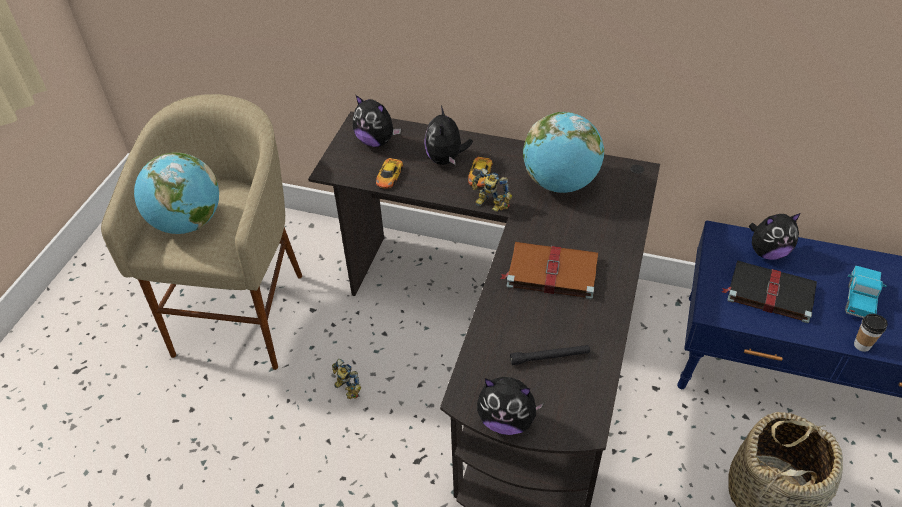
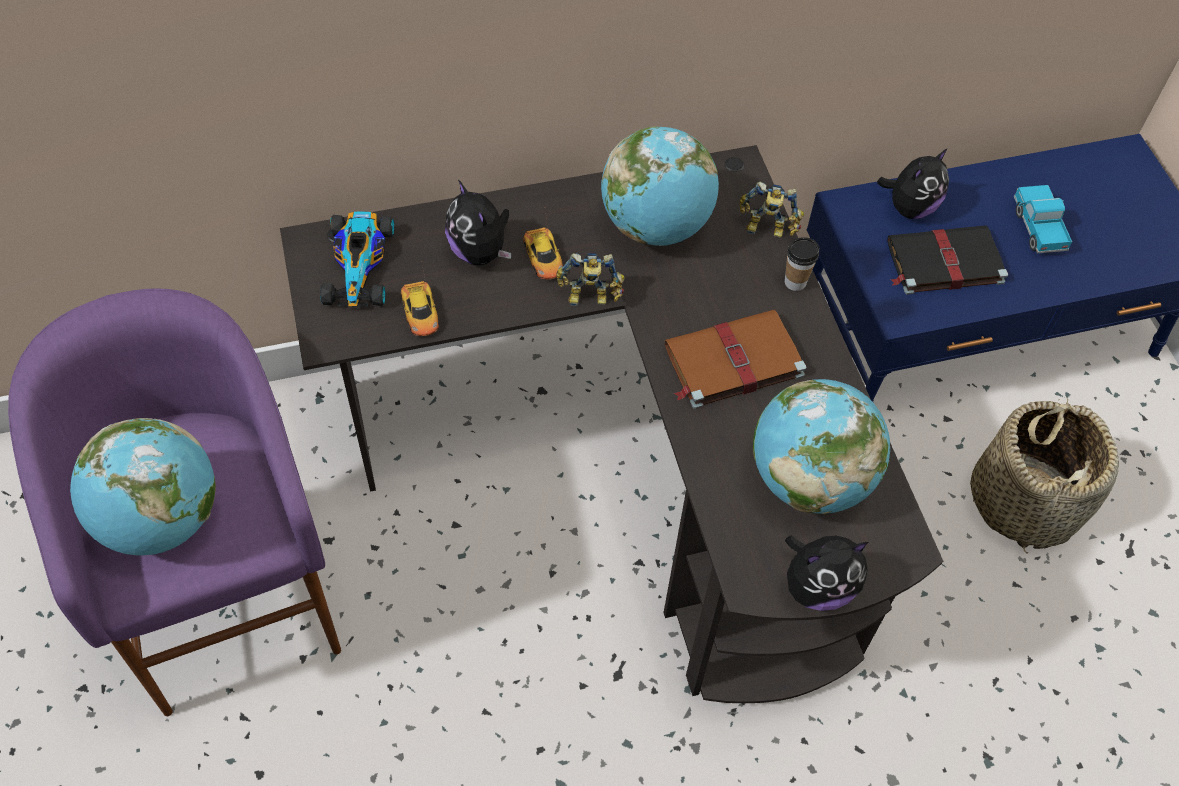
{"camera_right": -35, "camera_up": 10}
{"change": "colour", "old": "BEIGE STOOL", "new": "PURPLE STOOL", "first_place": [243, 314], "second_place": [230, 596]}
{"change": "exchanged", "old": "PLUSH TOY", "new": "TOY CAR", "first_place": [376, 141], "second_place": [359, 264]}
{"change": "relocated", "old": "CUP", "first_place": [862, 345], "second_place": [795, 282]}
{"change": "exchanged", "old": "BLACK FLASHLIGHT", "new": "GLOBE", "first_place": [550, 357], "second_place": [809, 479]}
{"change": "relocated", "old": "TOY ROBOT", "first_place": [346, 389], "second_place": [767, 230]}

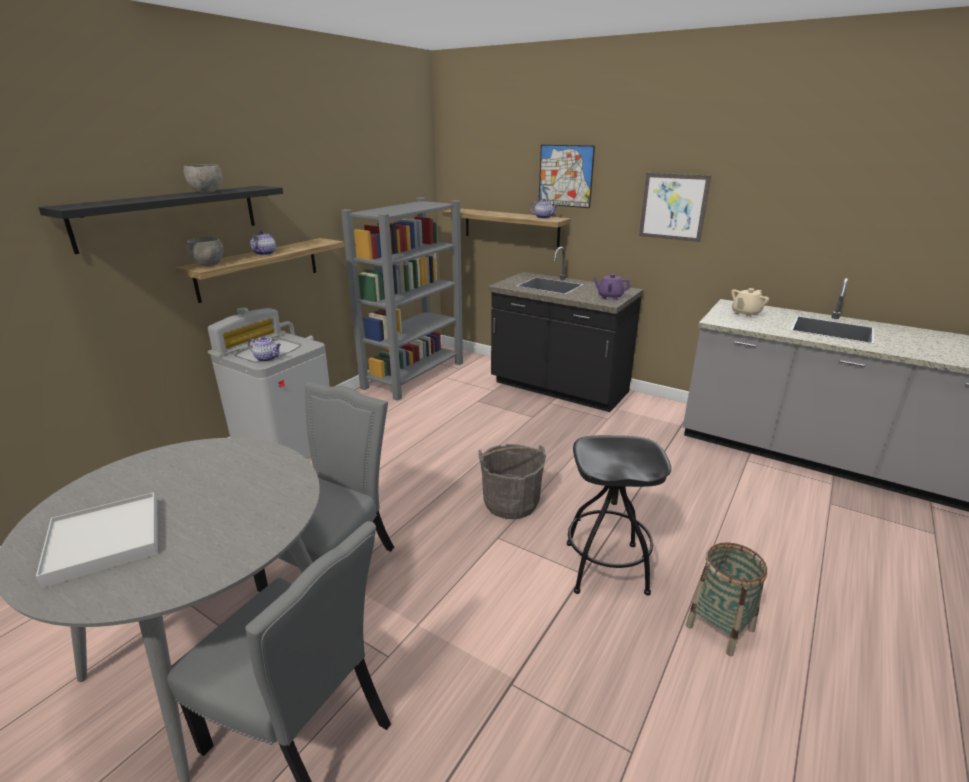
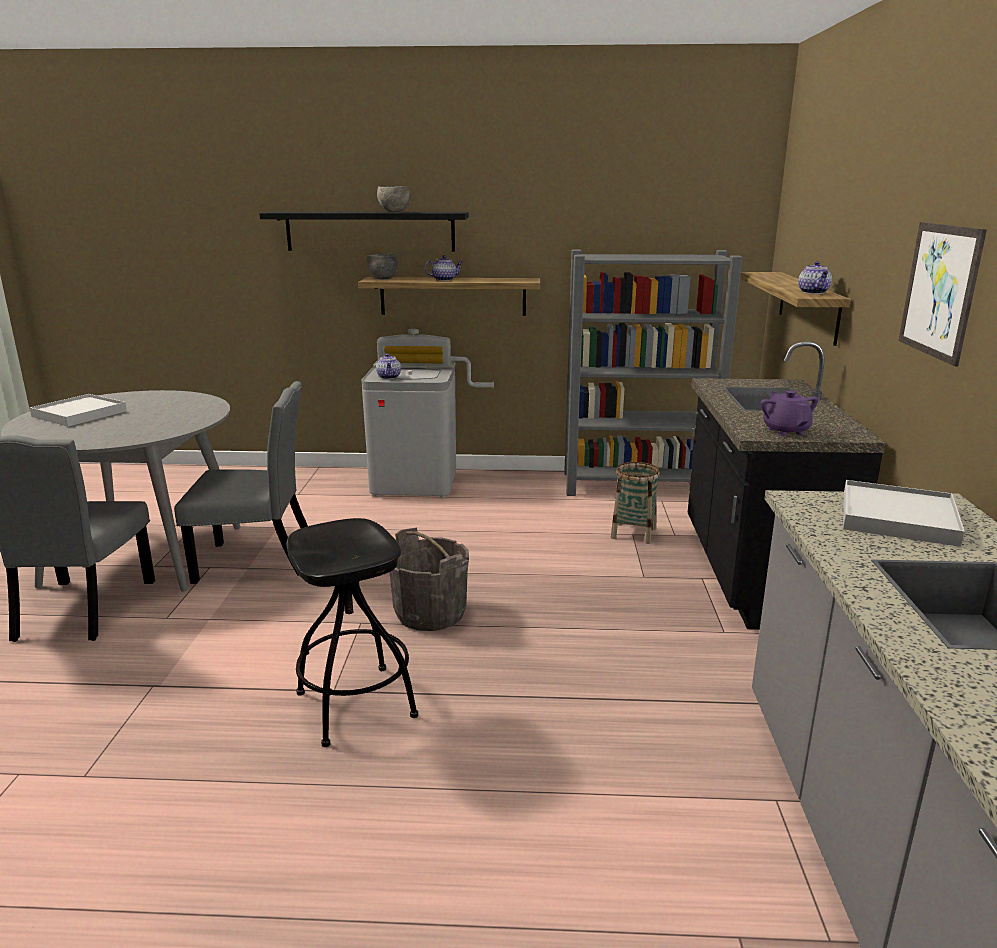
{"camera_right": 60, "camera_up": -5}
{"change": "missing", "old": "PICTURE", "first_place": [565, 176]}
{"change": "exchanged", "old": "BEIGE TEAPOT", "new": "WHITE TRAY", "first_place": [745, 314], "second_place": [898, 518]}
{"change": "relocated", "old": "BASKET", "first_place": [720, 628], "second_place": [633, 533]}

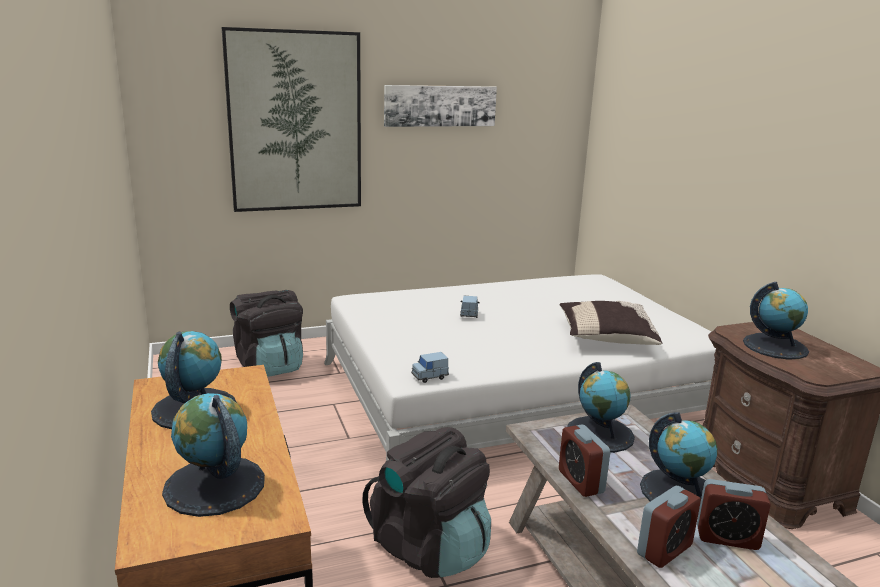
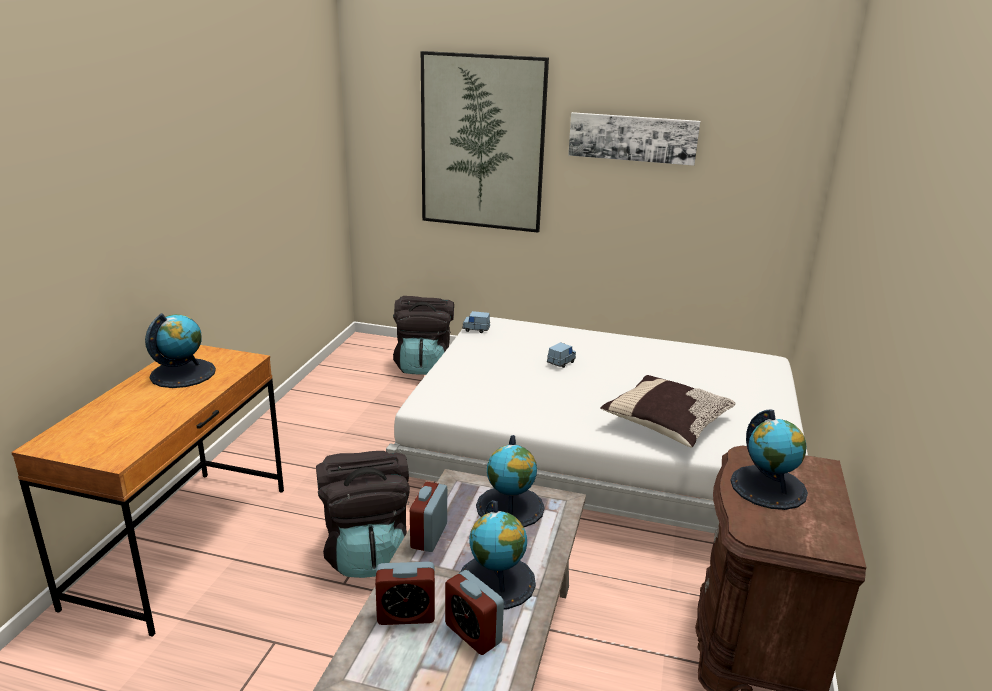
{"camera_right": 35, "camera_up": 5}
{"change": "relocated", "old": "BLUE TOY CAR", "first_place": [429, 376], "second_place": [476, 329]}
{"change": "missing", "old": "GLOBE", "first_place": [214, 485]}

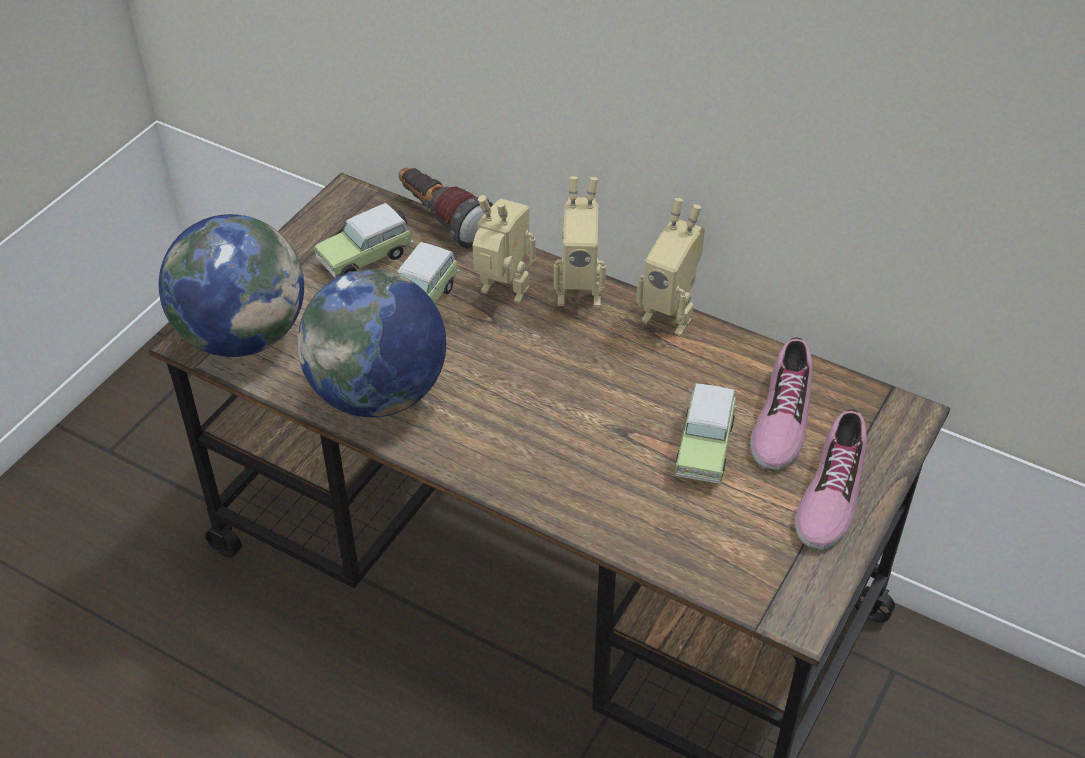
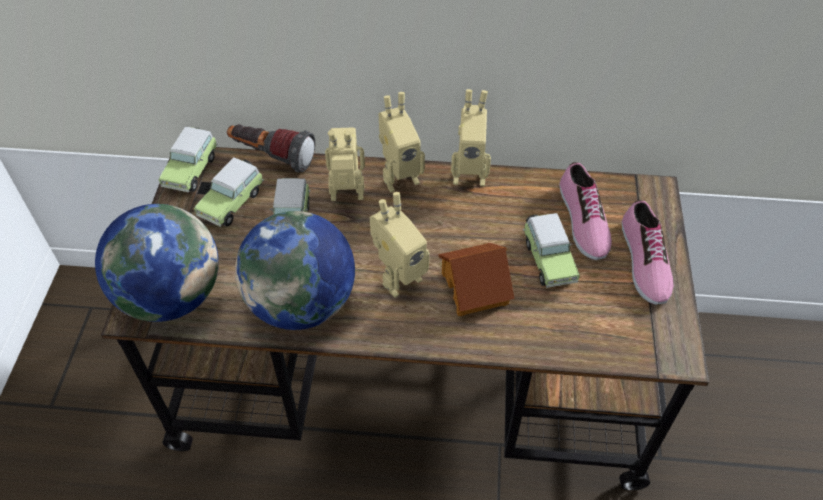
{"camera_right": -25, "camera_up": 5}
{"change": "appeared", "new": "TOY CAR", "second_place": [192, 169]}
{"change": "appeared", "new": "TOY ROBOT", "second_place": [398, 278]}
{"change": "appeared", "new": "TOY HOUSE", "second_place": [475, 287]}

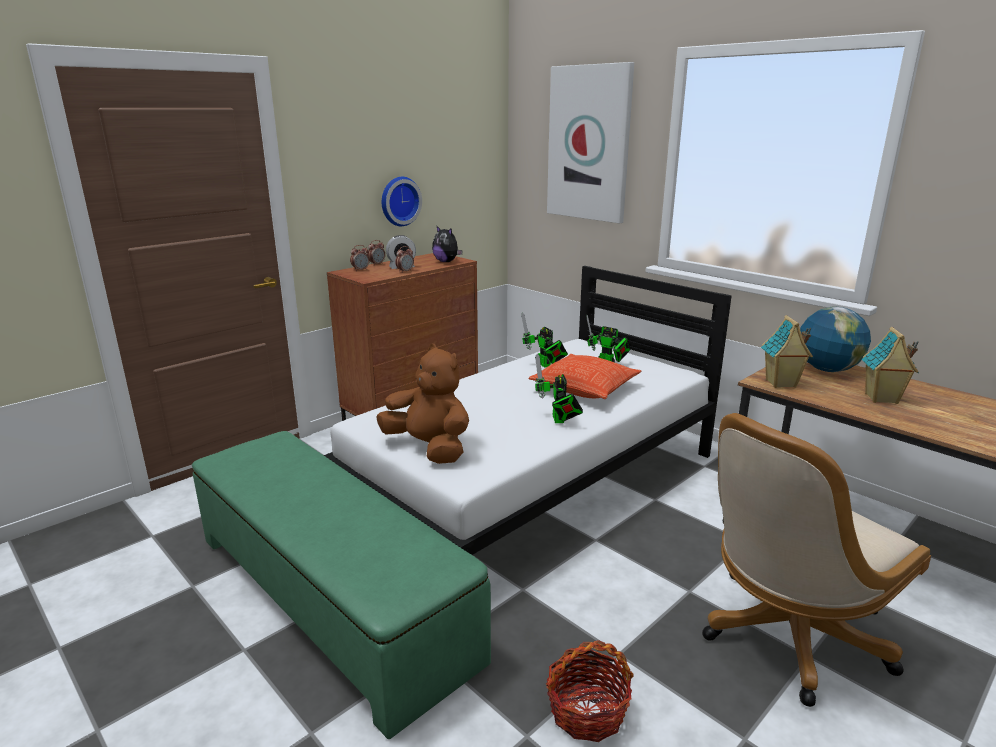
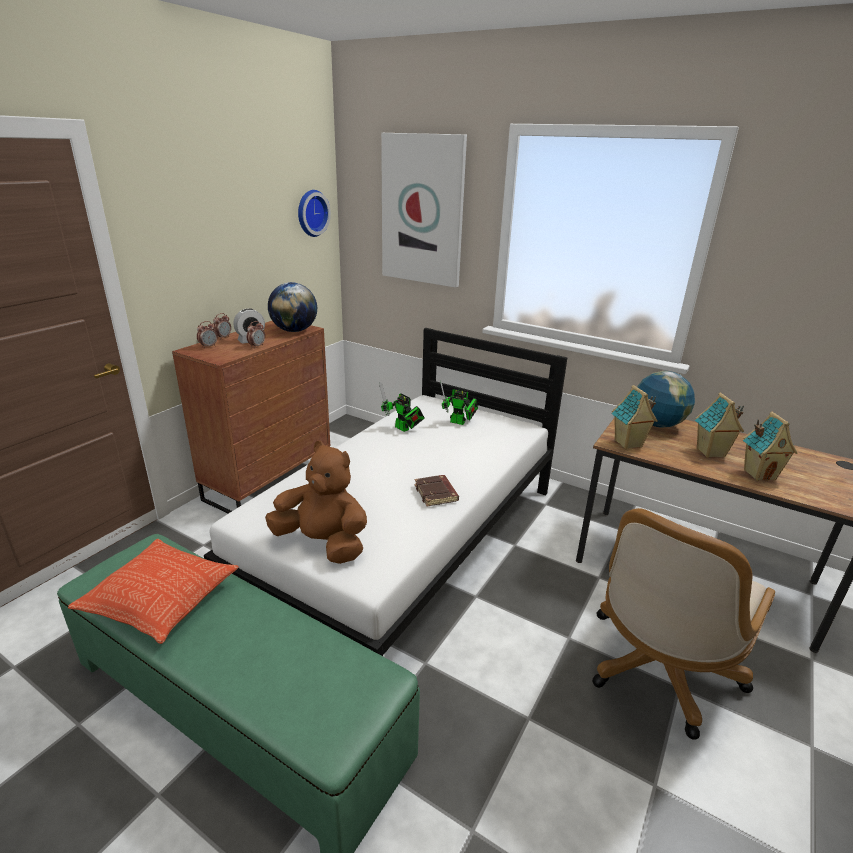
{"camera_right": -15, "camera_up": 5}
{"change": "relocated", "old": "WALL CLOCK", "first_place": [399, 201], "second_place": [311, 213]}
{"change": "exchanged", "old": "PLUSH TOY", "new": "GLOBE", "first_place": [446, 262], "second_place": [294, 331]}
{"change": "relocated", "old": "ORANGE PILLOW", "first_place": [585, 389], "second_place": [162, 601]}
{"change": "exchanged", "old": "TOY ROBOT", "new": "BROWN BOOK", "first_place": [558, 420], "second_place": [436, 494]}
{"change": "missing", "old": "BASKET", "first_place": [587, 711]}
{"change": "appeared", "new": "TOY HOUSE", "second_place": [759, 474]}

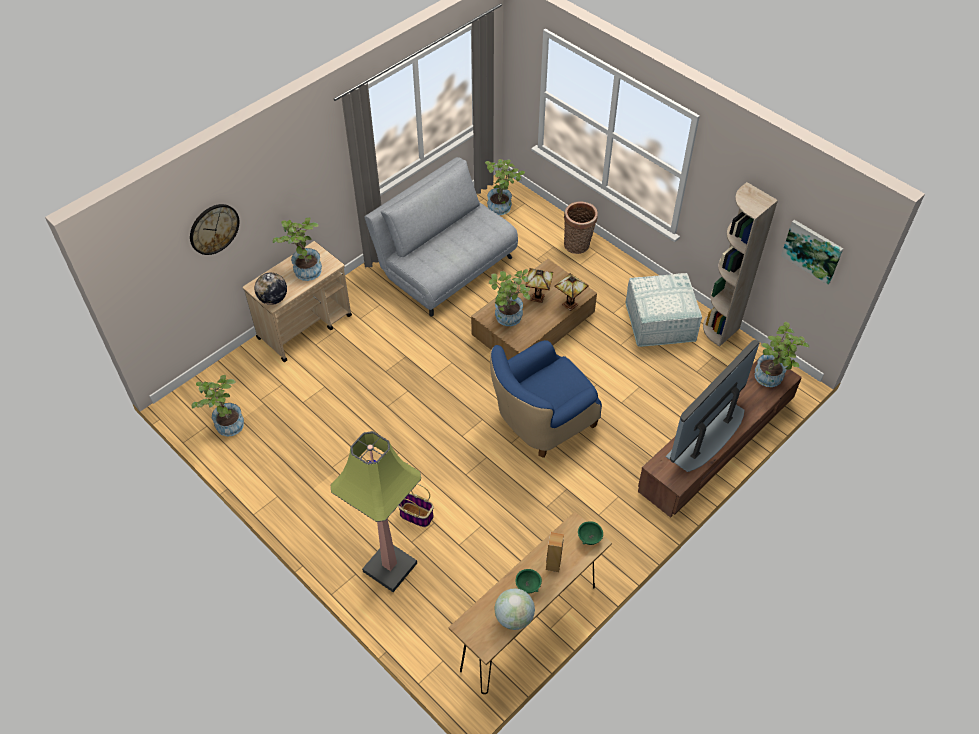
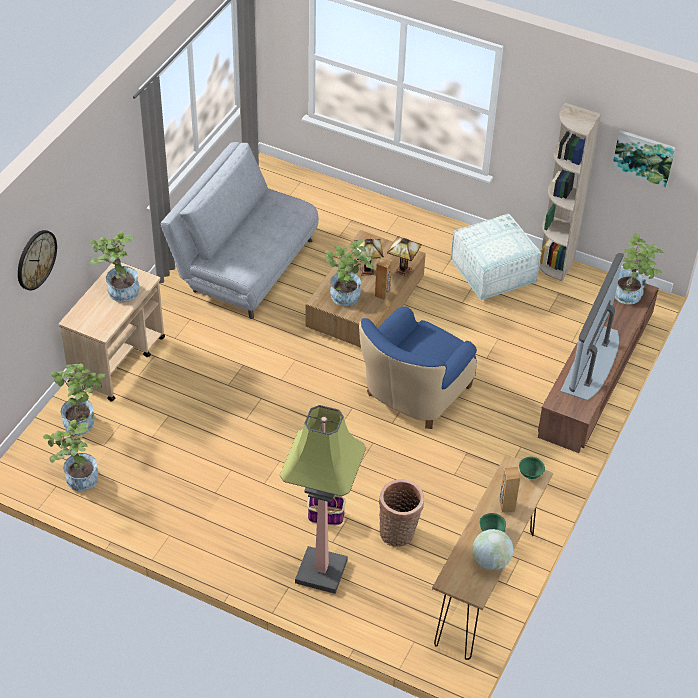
{"camera_right": -20, "camera_up": -5}
{"change": "relocated", "old": "POTTED PLANT", "first_place": [502, 206], "second_place": [83, 420]}
{"change": "relocated", "old": "BASKET", "first_place": [578, 246], "second_place": [399, 534]}
{"change": "missing", "old": "GLOBE", "first_place": [273, 299]}
{"change": "appeared", "new": "BROWN SPEAKER", "second_place": [382, 294]}

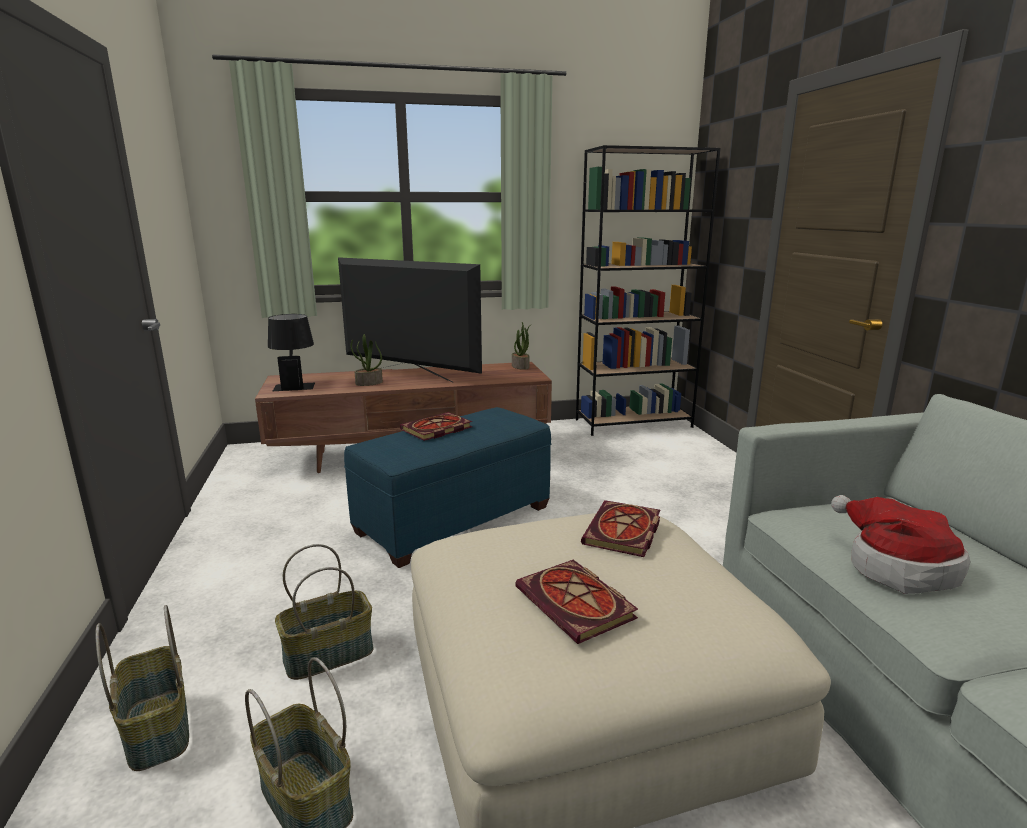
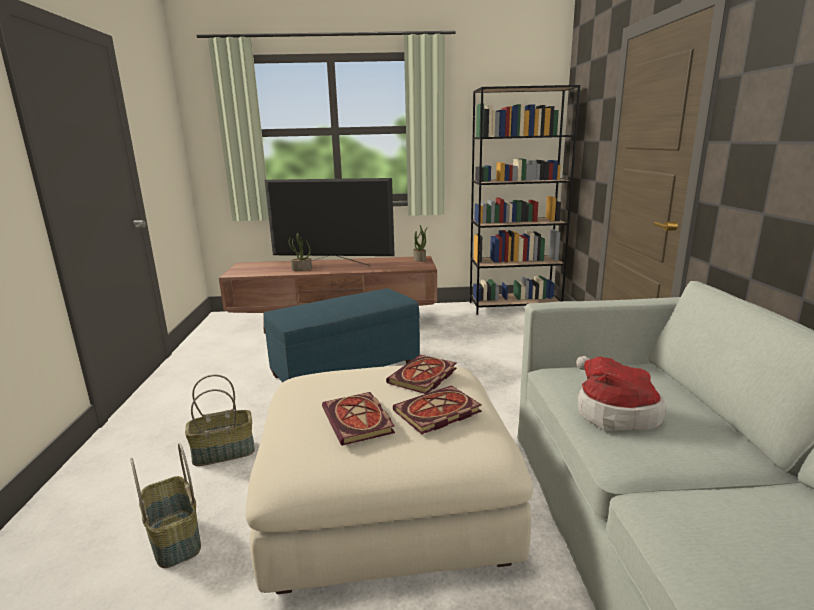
{"camera_right": 10, "camera_up": 0}
{"change": "spun", "old": "TELEVISION", "first_place": [409, 376], "second_place": [333, 265], "degrees": 150}
{"change": "missing", "old": "BLACK TABLE LAMP", "first_place": [294, 384]}
{"change": "relocated", "old": "BOOK", "first_place": [436, 429], "second_place": [436, 413]}
{"change": "missing", "old": "BASKET", "first_place": [155, 729]}

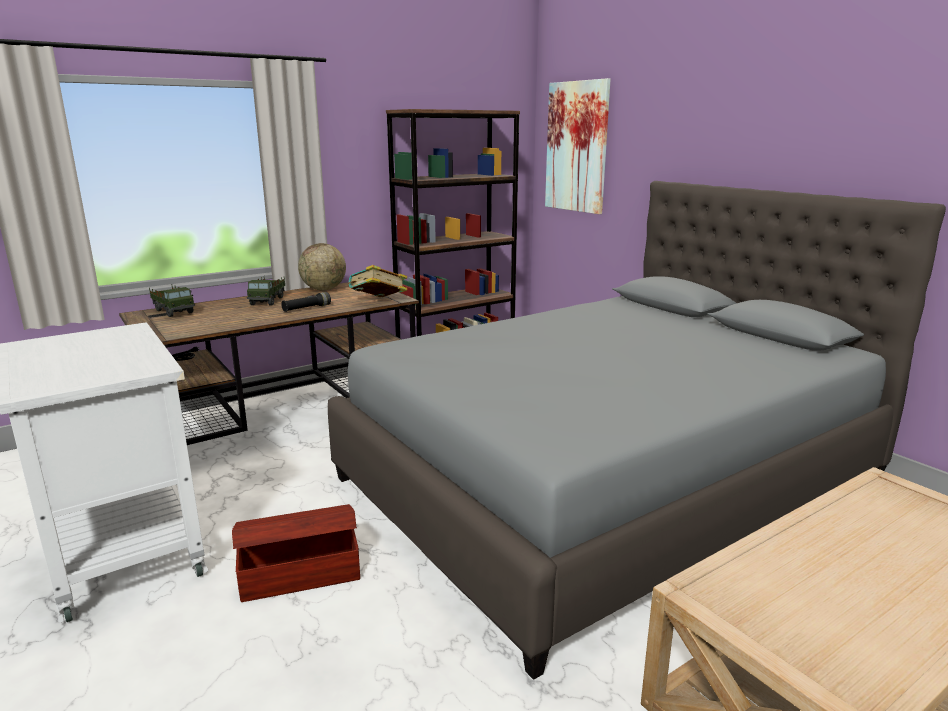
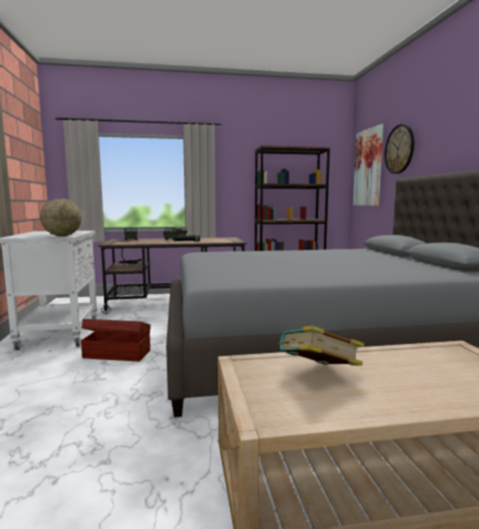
{"camera_right": 25, "camera_up": -10}
{"change": "relocated", "old": "GLOBE", "first_place": [324, 289], "second_place": [62, 236]}
{"change": "relocated", "old": "BOOK", "first_place": [378, 302], "second_place": [318, 374]}
{"change": "appeared", "new": "WALL CLOCK", "second_place": [399, 149]}

